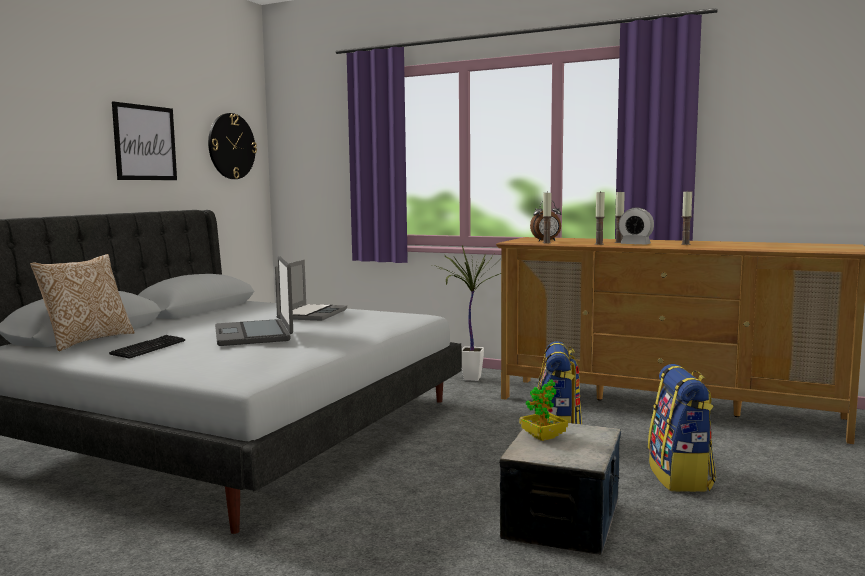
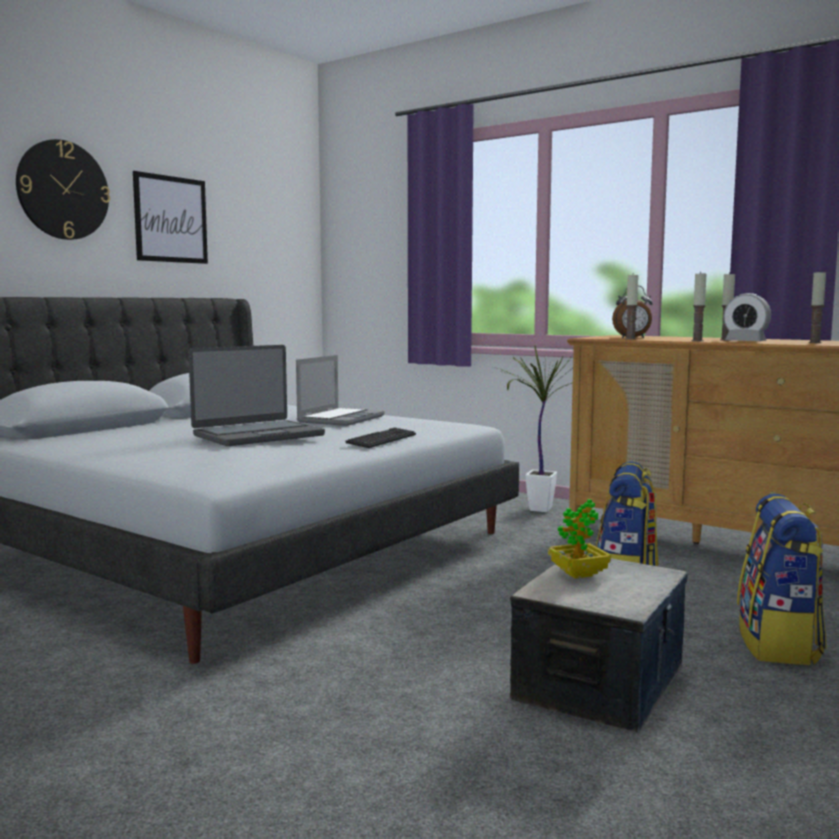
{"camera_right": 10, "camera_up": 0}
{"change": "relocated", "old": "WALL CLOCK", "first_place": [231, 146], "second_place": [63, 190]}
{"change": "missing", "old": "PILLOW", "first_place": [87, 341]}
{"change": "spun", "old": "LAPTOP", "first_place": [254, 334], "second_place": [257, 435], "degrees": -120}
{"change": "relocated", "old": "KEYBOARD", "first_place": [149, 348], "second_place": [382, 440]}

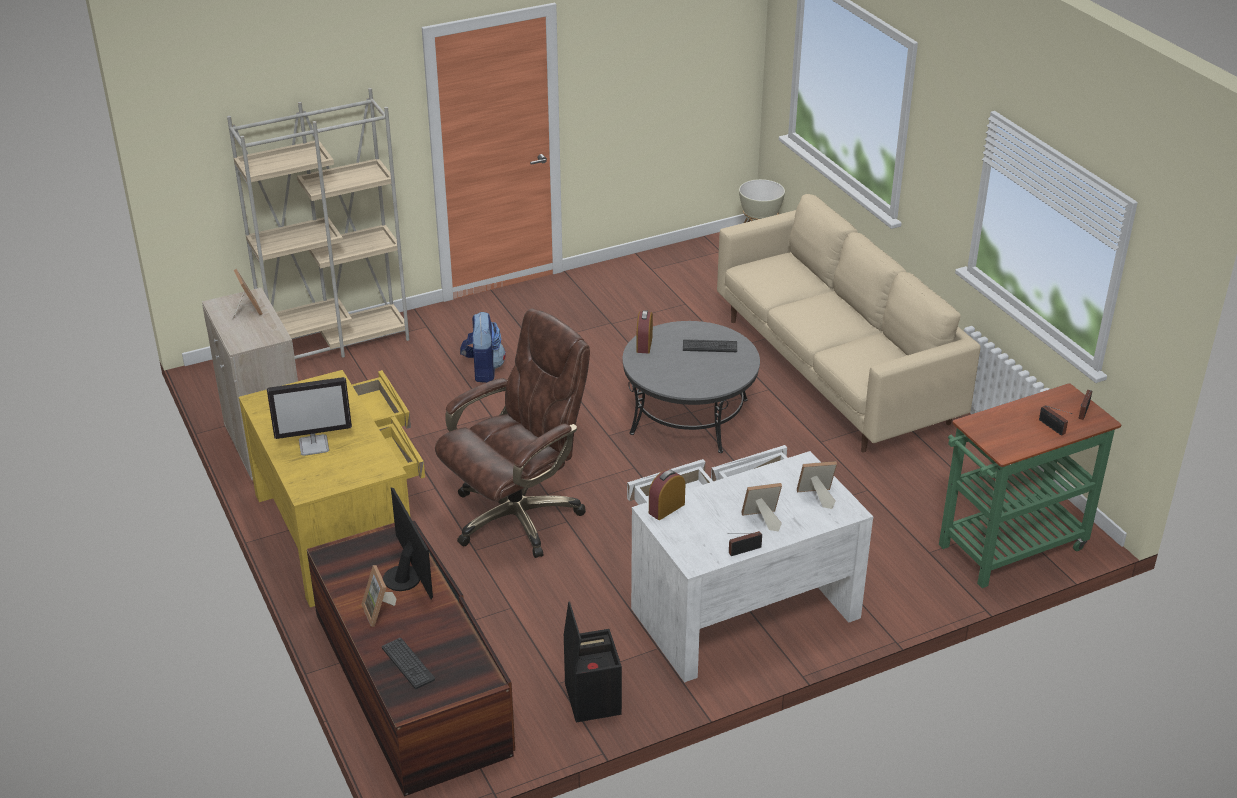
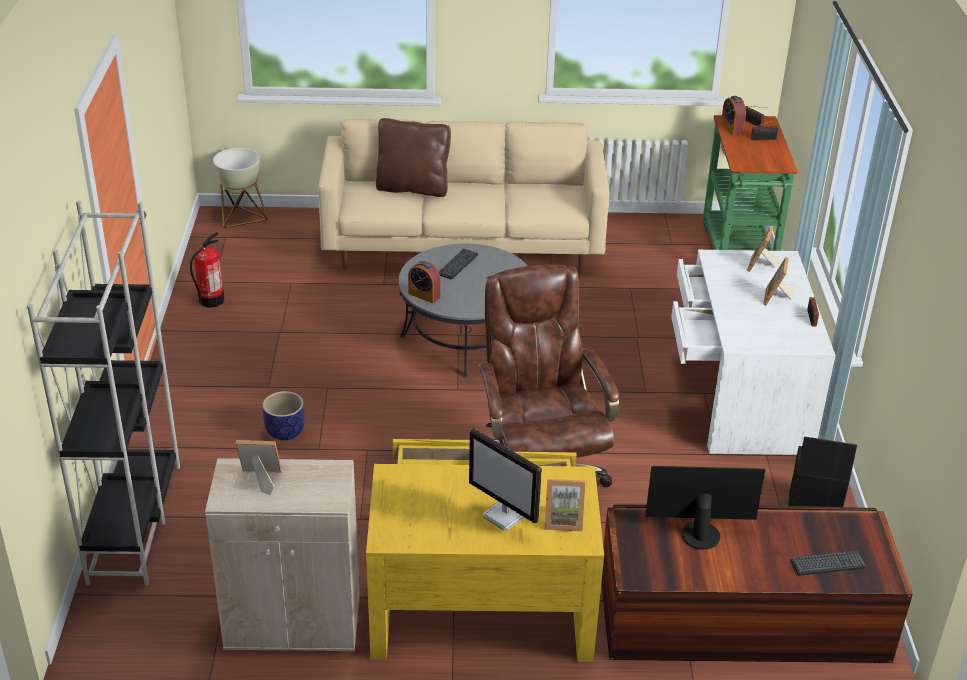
{"camera_right": -65, "camera_up": 0}
{"change": "colour", "old": "BEIGE BOOKCASE", "new": "BLACK BOOKCASE", "first_place": [337, 345], "second_place": [135, 522]}
{"change": "exchanged", "old": "BACKPACK", "new": "PLANTER", "first_place": [483, 370], "second_place": [284, 432]}
{"change": "spun", "old": "MONITOR", "first_place": [314, 445], "second_place": [505, 516], "degrees": 120}
{"change": "relocated", "old": "ALARM CLOCK", "first_place": [666, 508], "second_place": [731, 129]}
{"change": "relocated", "old": "PICTURE FRAME", "first_place": [380, 612], "second_place": [563, 520]}
{"change": "appeared", "new": "BROWN PILLOW", "second_place": [413, 188]}
{"change": "appeared", "new": "FIRE EXTINGUISHER", "second_place": [211, 300]}

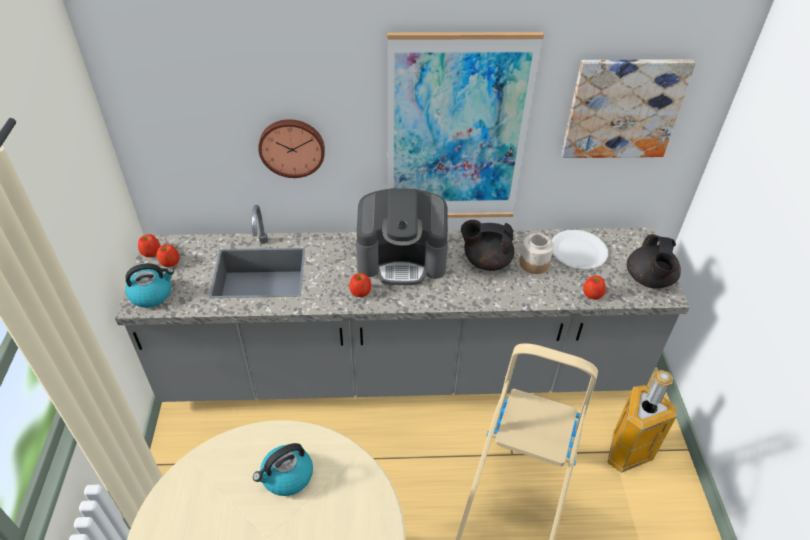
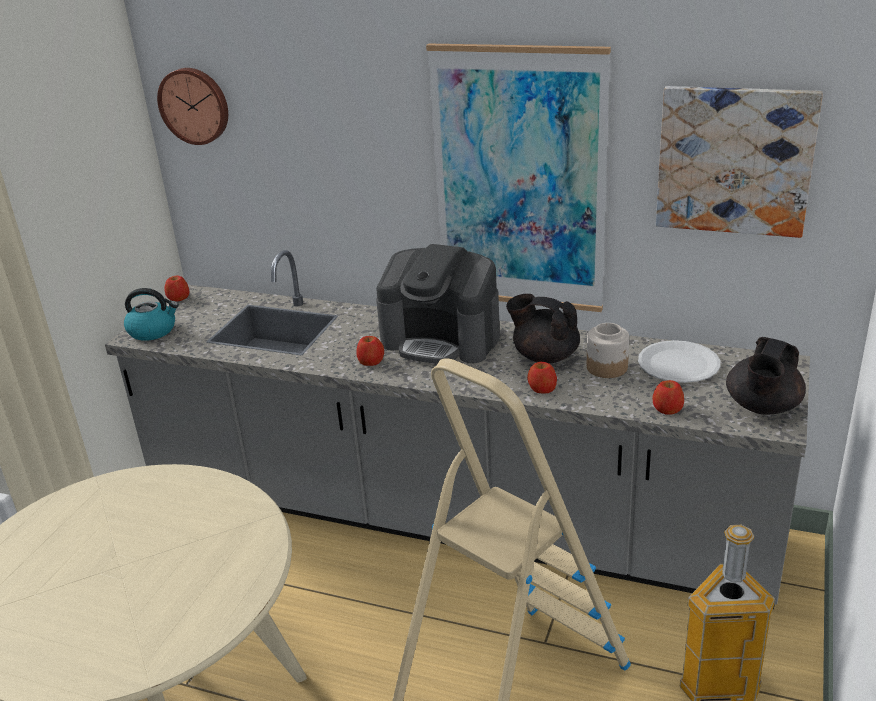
{"camera_right": 25, "camera_up": -15}
{"change": "relocated", "old": "WALL CLOCK", "first_place": [292, 147], "second_place": [195, 105]}
{"change": "relocated", "old": "APPLE", "first_place": [169, 262], "second_place": [542, 388]}
{"change": "missing", "old": "KETTLE", "first_place": [286, 476]}

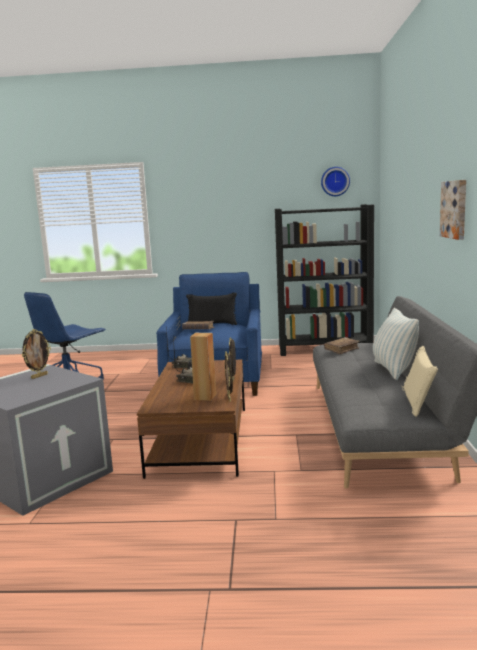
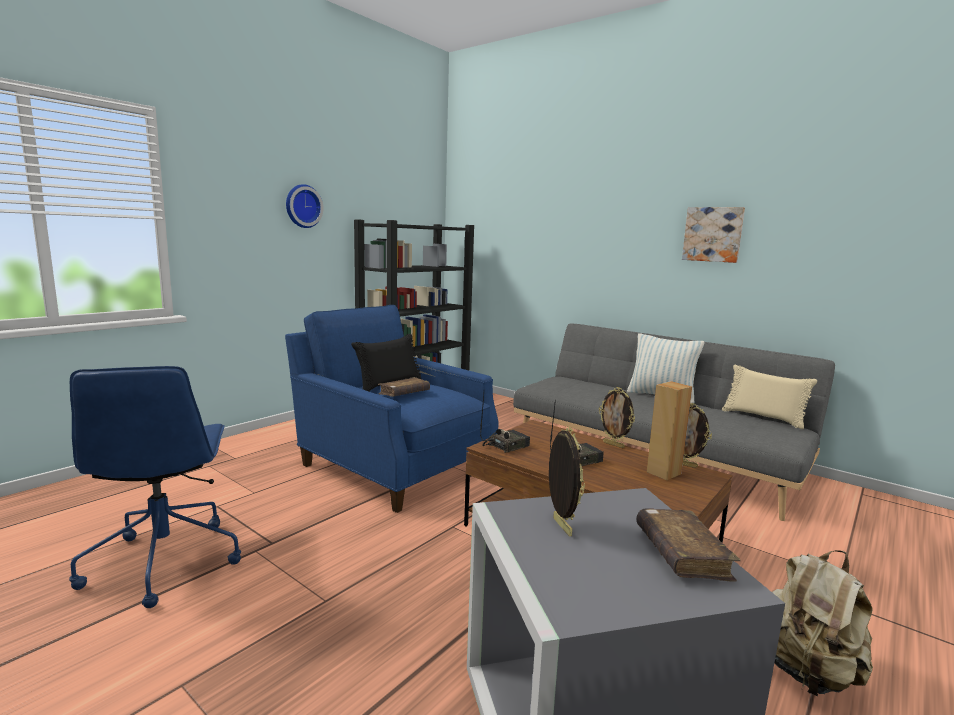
{"camera_right": -55, "camera_up": 0}
{"change": "relocated", "old": "WALL CLOCK", "first_place": [335, 181], "second_place": [302, 206]}
{"change": "relocated", "old": "BROWN BOOK", "first_place": [341, 349], "second_place": [682, 554]}
{"change": "appeared", "new": "BEIGE BACKPACK", "second_place": [807, 672]}

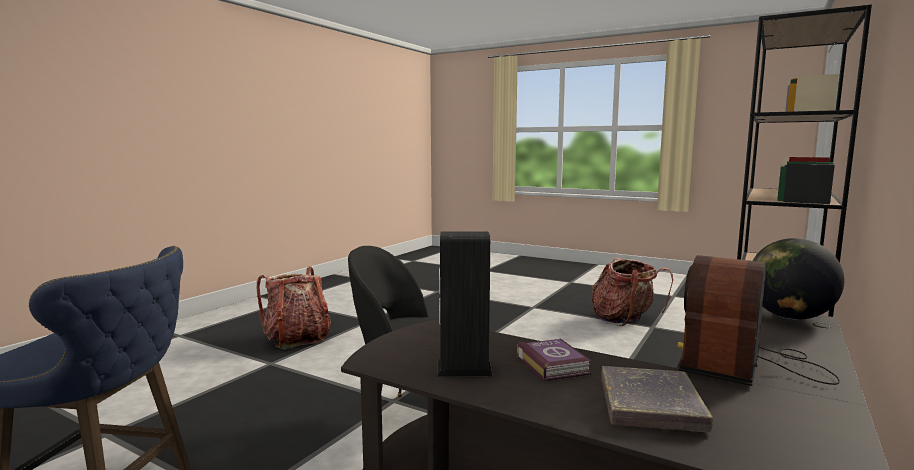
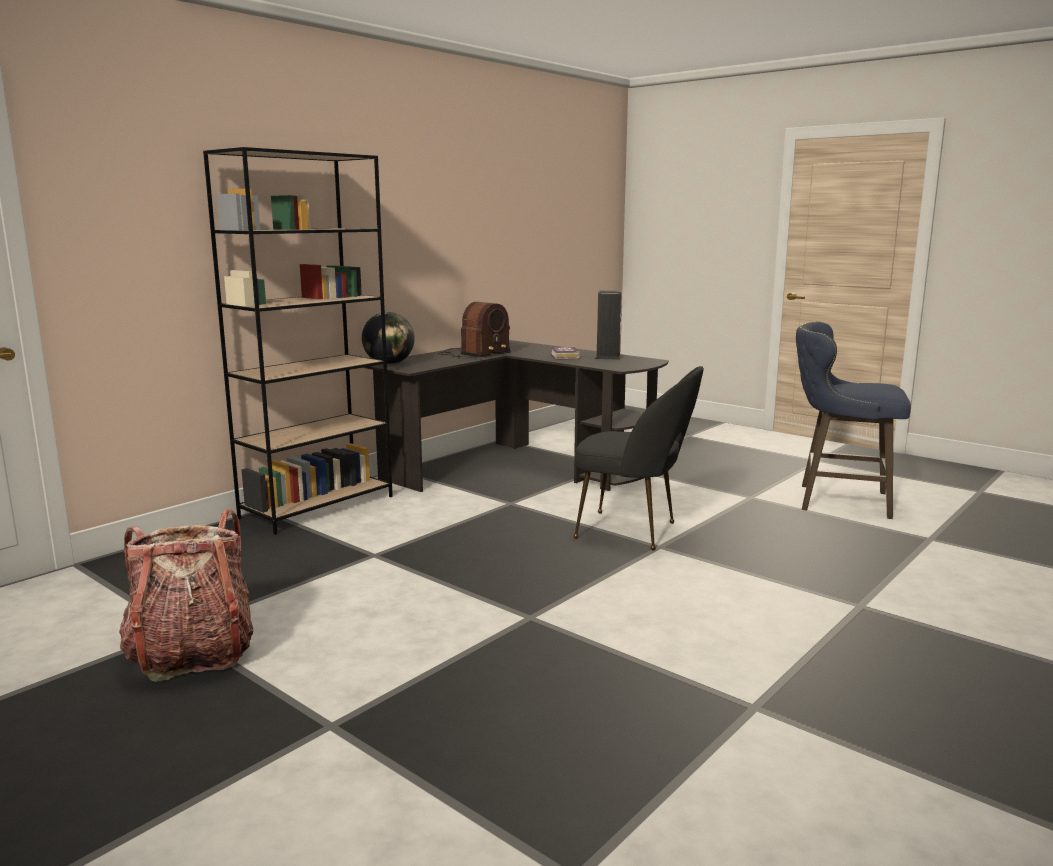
{"camera_right": -170, "camera_up": 5}
{"change": "missing", "old": "BACKPACK", "first_place": [297, 339]}
{"change": "missing", "old": "GREY BOOK", "first_place": [650, 405]}

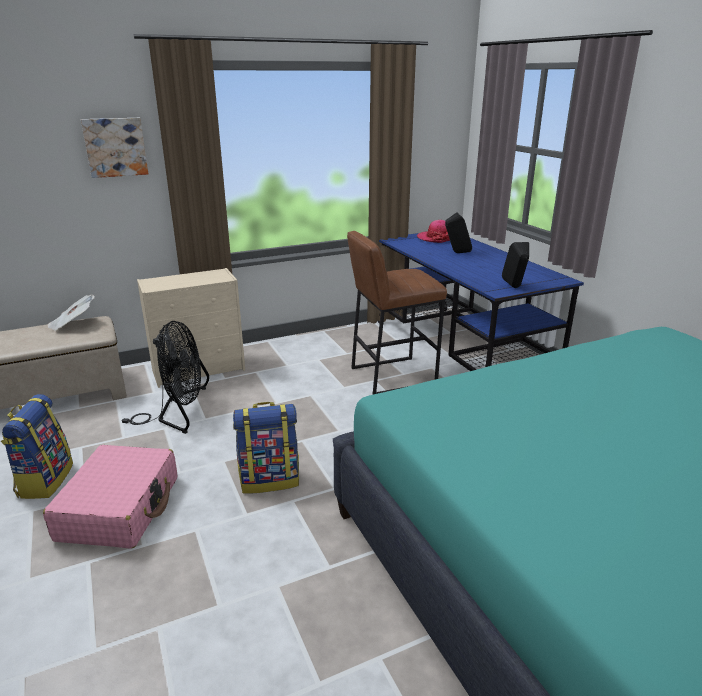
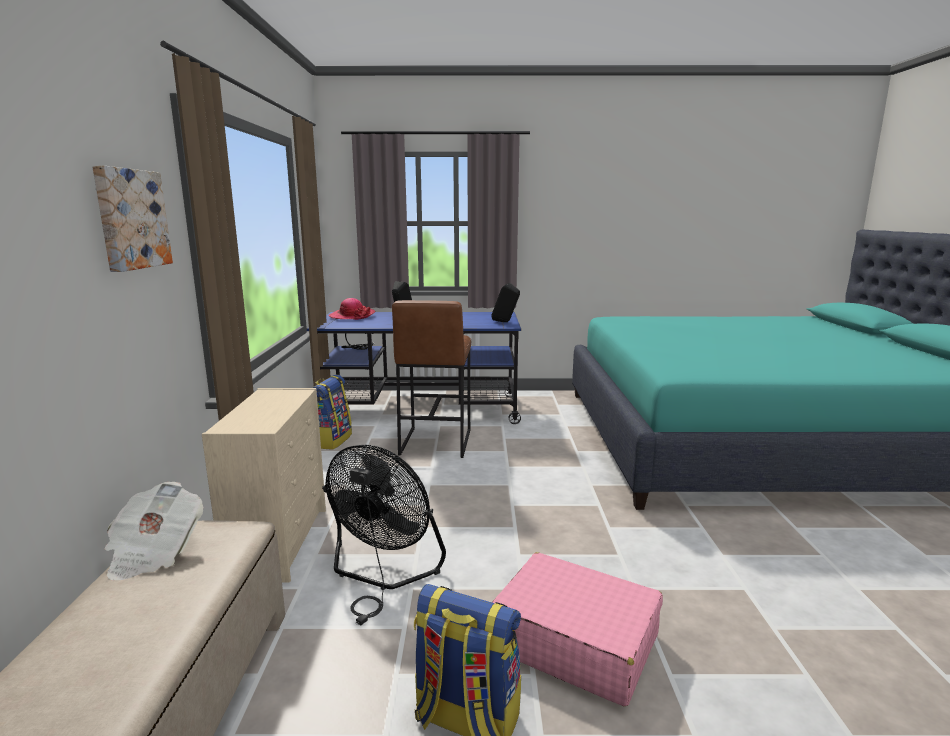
{"camera_right": -65, "camera_up": -10}
{"change": "relocated", "old": "BACKPACK", "first_place": [270, 479], "second_place": [331, 440]}

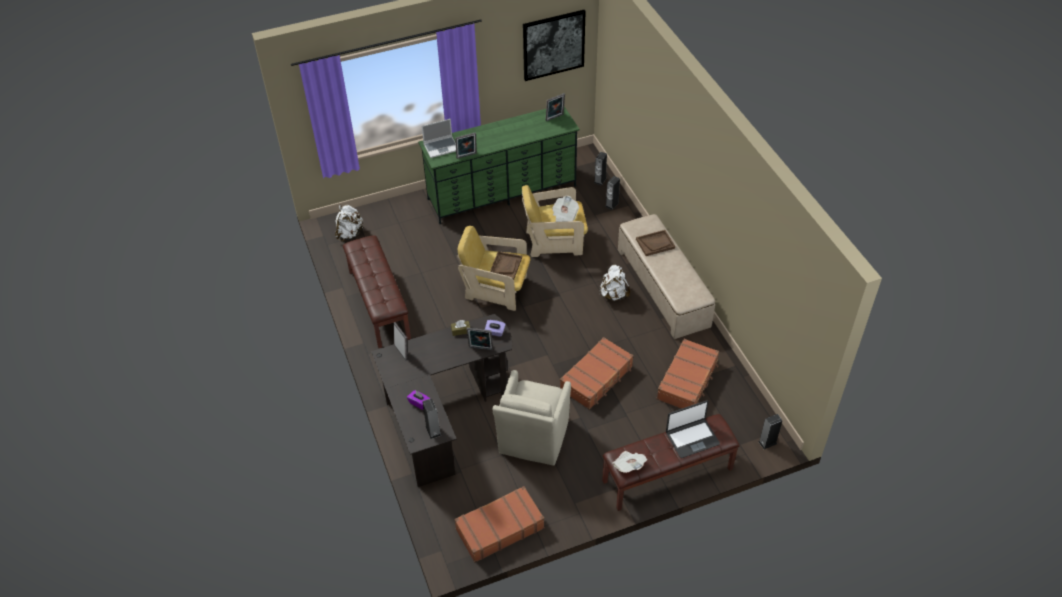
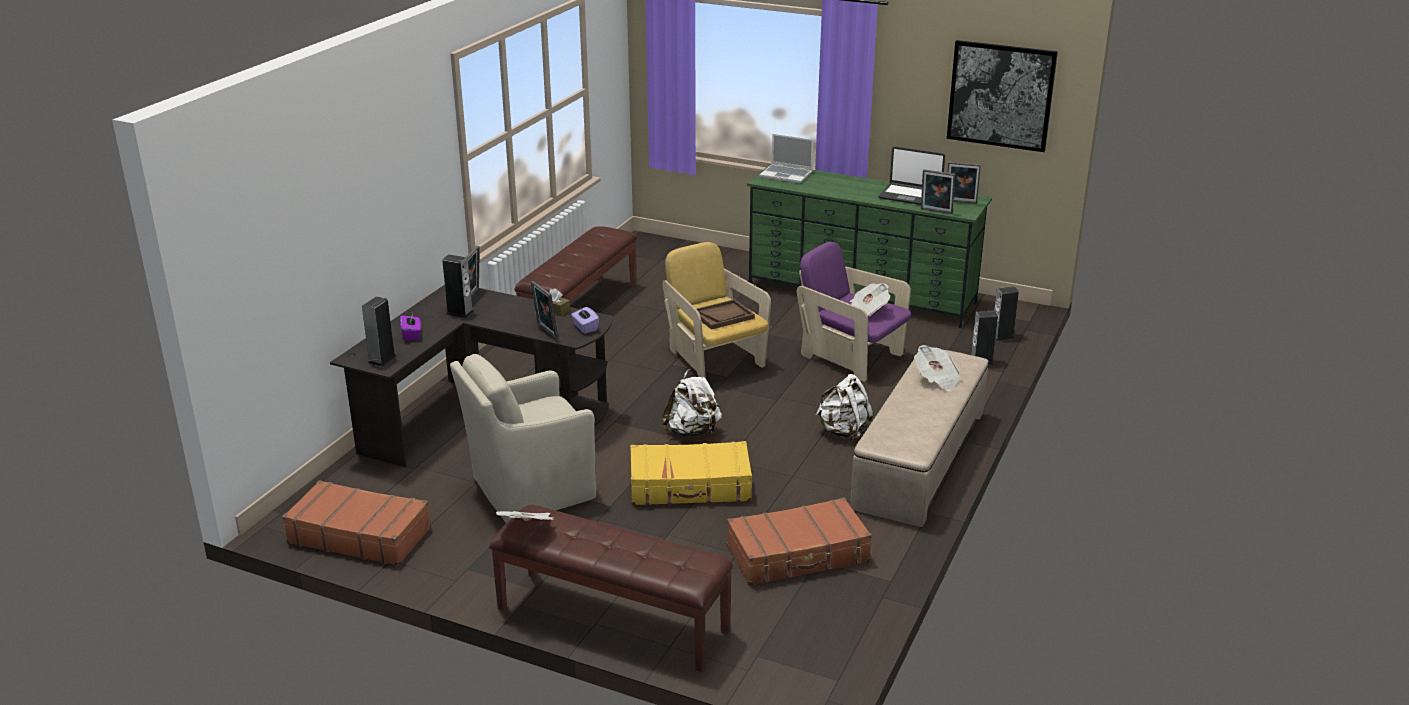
{"camera_right": 45, "camera_up": -20}
{"change": "relocated", "old": "PICTURE FRAME", "first_place": [467, 156], "second_place": [936, 211]}
{"change": "colour", "old": "YELLOW ARMCHAIR", "new": "PURPLE ARMCHAIR", "first_place": [554, 242], "second_place": [851, 357]}
{"change": "relocated", "old": "WHITE BACKPACK", "first_place": [349, 234], "second_place": [692, 432]}
{"change": "exchanged", "old": "BROWN TRAY", "new": "NEWSPAPER", "first_place": [655, 243], "second_place": [937, 380]}
{"change": "colour", "old": "BROWN SUITCASE", "new": "YELLOW SUITCASE", "first_place": [597, 378], "second_place": [690, 486]}
{"change": "relocated", "old": "LAPTOP", "first_place": [692, 438], "second_place": [910, 195]}
{"change": "relocated", "old": "SPEAKER", "first_place": [767, 442], "second_place": [460, 312]}

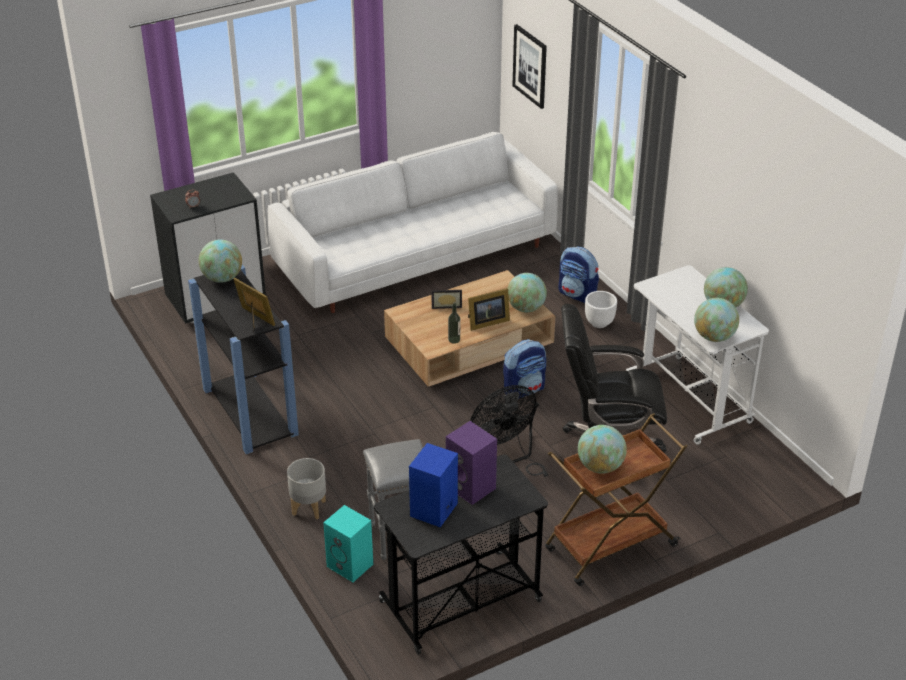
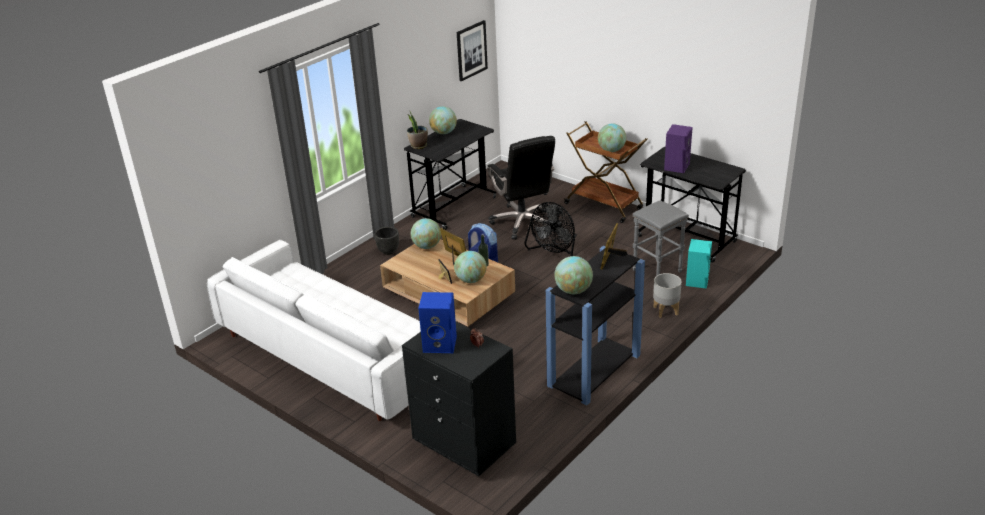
{"camera_right": -110, "camera_up": -5}
{"change": "relocated", "old": "PICTURE", "first_place": [530, 66], "second_place": [471, 50]}
{"change": "missing", "old": "BACKPACK", "first_place": [577, 294]}
{"change": "colour", "old": "WHITE DESK", "new": "BLACK DESK", "first_place": [688, 399], "second_place": [454, 207]}
{"change": "colour", "old": "WHITE PLANTER", "new": "BLACK PLANTER", "first_place": [599, 323], "second_place": [388, 251]}
{"change": "relocated", "old": "GLOBE", "first_place": [714, 337], "second_place": [471, 280]}
{"change": "relocated", "old": "BLUE SPEAKER", "first_place": [434, 511], "second_place": [441, 344]}
{"change": "appeared", "new": "POTTED PLANT", "second_place": [418, 146]}

